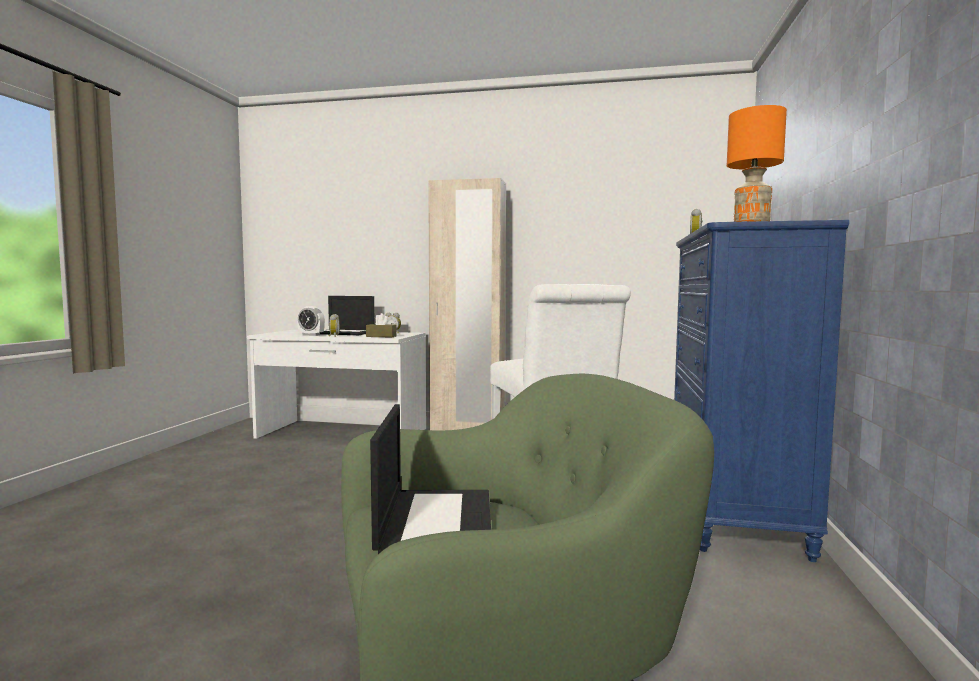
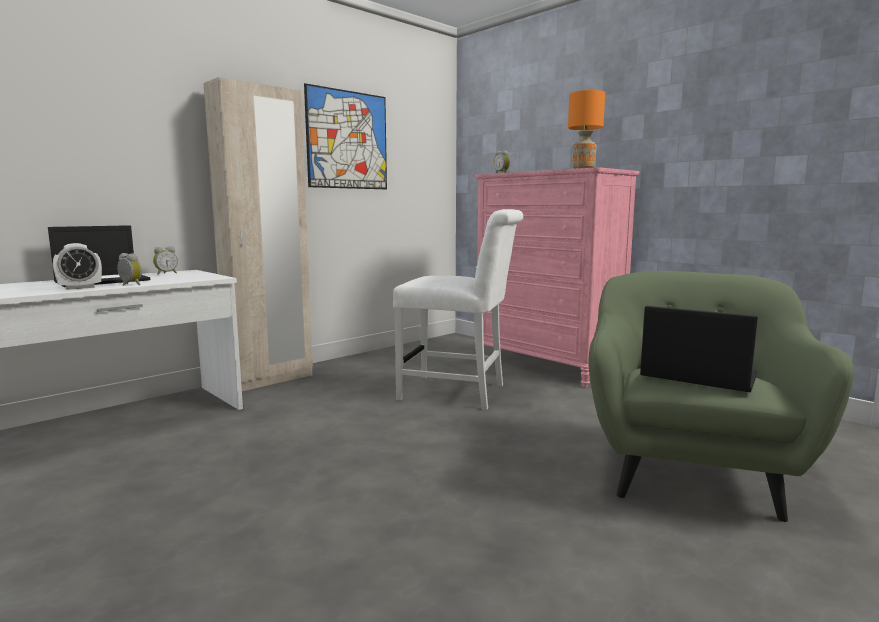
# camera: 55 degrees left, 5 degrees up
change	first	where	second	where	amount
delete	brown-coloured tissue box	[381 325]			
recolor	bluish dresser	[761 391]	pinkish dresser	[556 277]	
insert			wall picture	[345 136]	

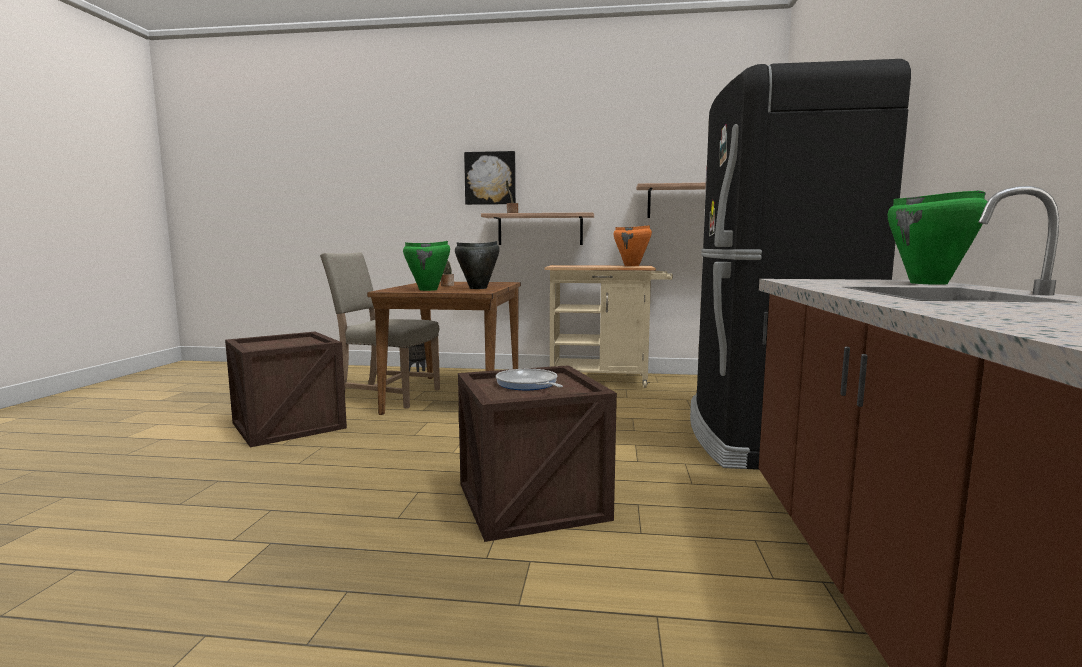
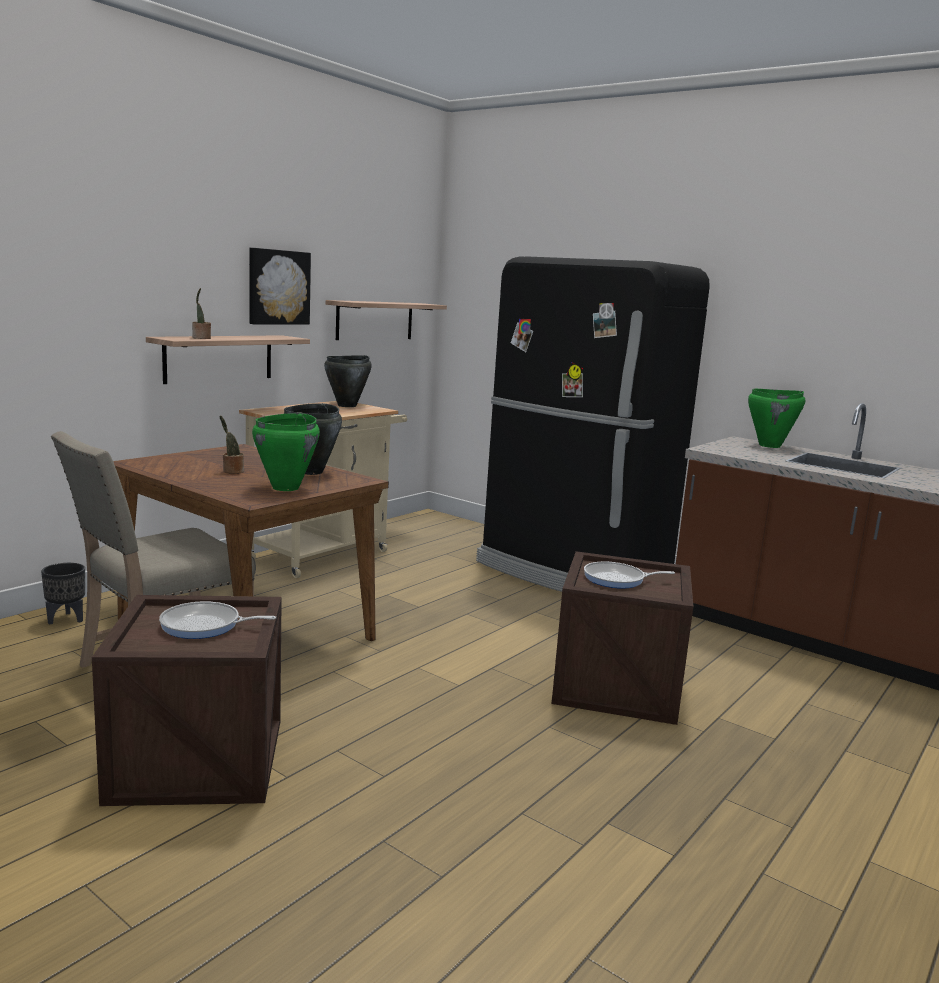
# camera: 60 degrees left, 5 degrees up
change	first	where	second	where	amount
move	wall picture	[490 178]		[280 286]	
recolor	orange saucepot	[633 245]	black-coloured saucepot	[348 381]	
insert			pan	[217 620]	

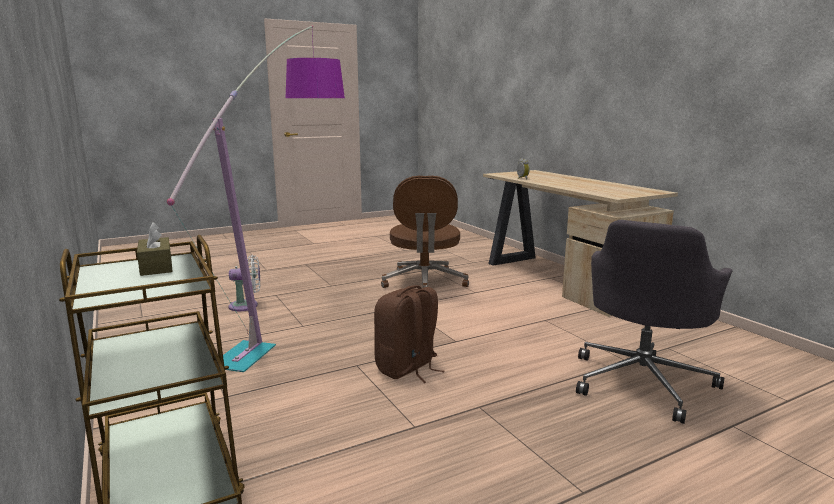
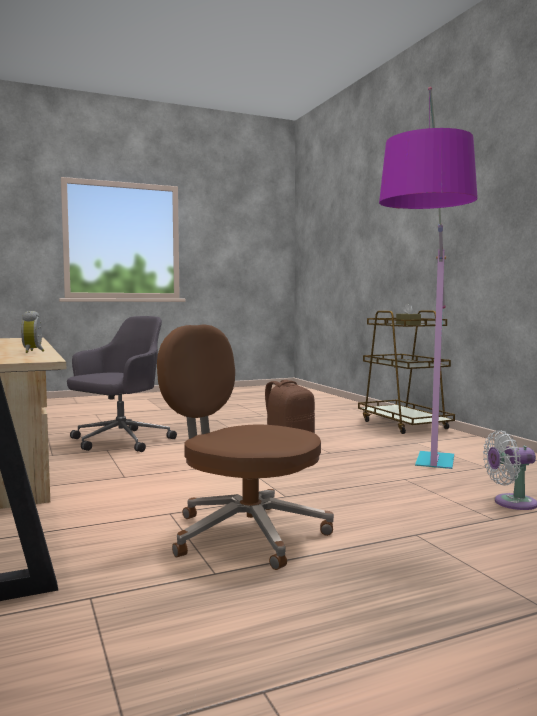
# camera: 175 degrees left, 10 degrees down
change	first	where	second	where	amount
rotate	brown-coloured desk chair	[425 232]		[245 447]	60 degrees counterclockwise

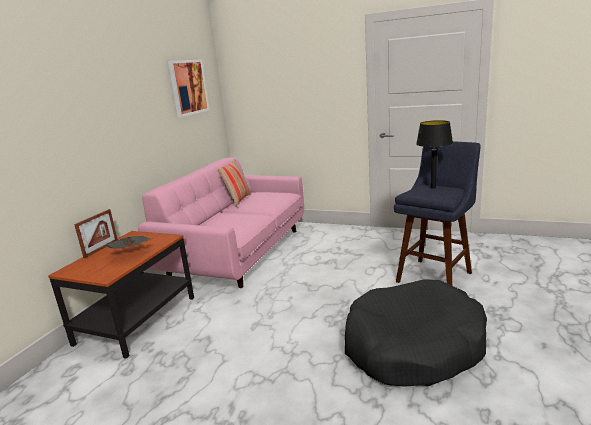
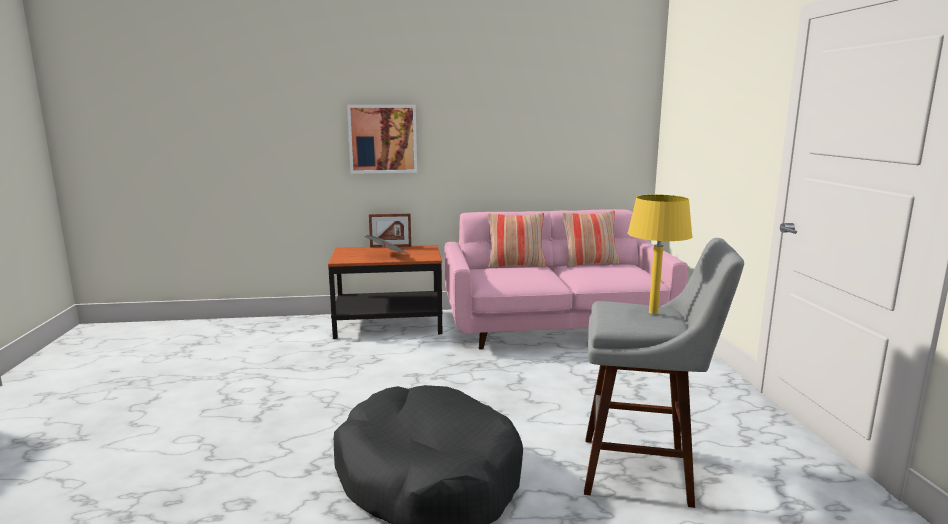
# camera: 60 degrees right, 5 degrees down
change	first	where	second	where	amount
move	wall picture	[188 88]		[382 139]	
recolor	bluish stool seat	[437 213]	greyish stool seat	[664 373]	
recolor	black-coloured lamp for a table	[434 154]	yellowish lamp for a table	[660 254]	
insert			pillow	[517 240]	

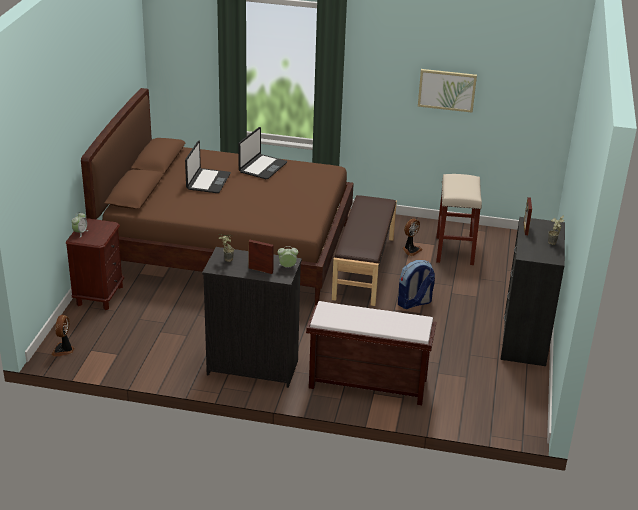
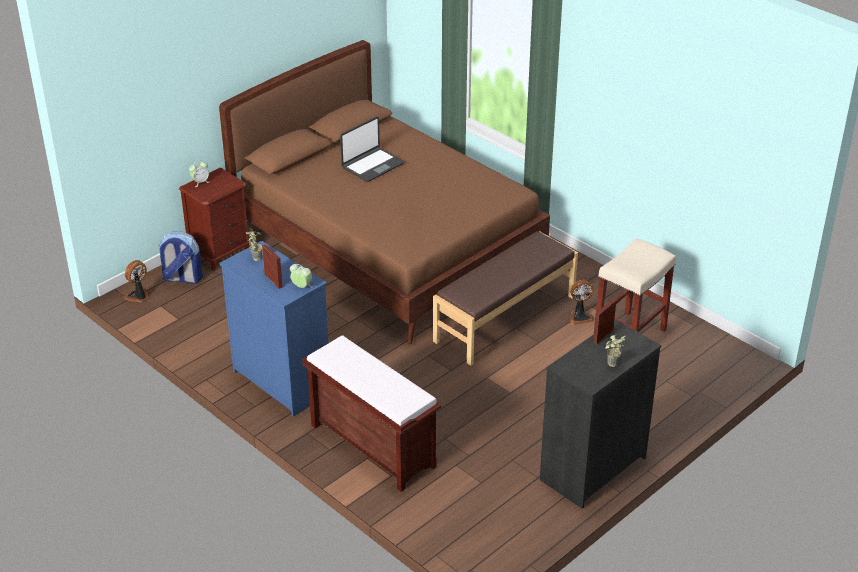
# camera: 35 degrees right, 5 degrees up
change	first	where	second	where	amount
recolor	black-coloured dresser	[252 317]	bluish dresser	[274 329]	
delete	portable computer	[262 153]			
move	rucksack	[416 284]		[180 257]	
delete	wall picture	[447 91]			

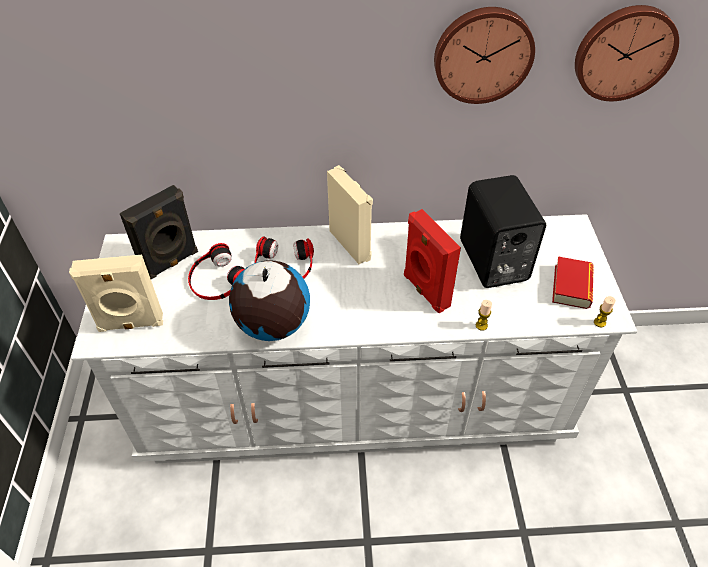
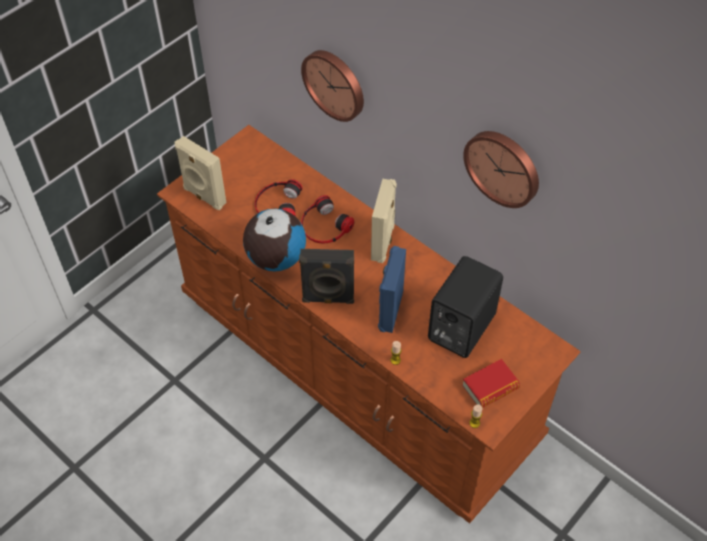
# camera: 45 degrees right, 5 degrees up
change	first	where	second	where	amount
recolor	whitish dresser	[354 338]	brown-coloured dresser	[368 324]	
move	black-coloured audio speaker	[158 232]		[326 276]	
recolor	red audio speaker	[432 261]	bluish audio speaker	[392 289]	
move	hanging clock	[627 53]		[332 86]	

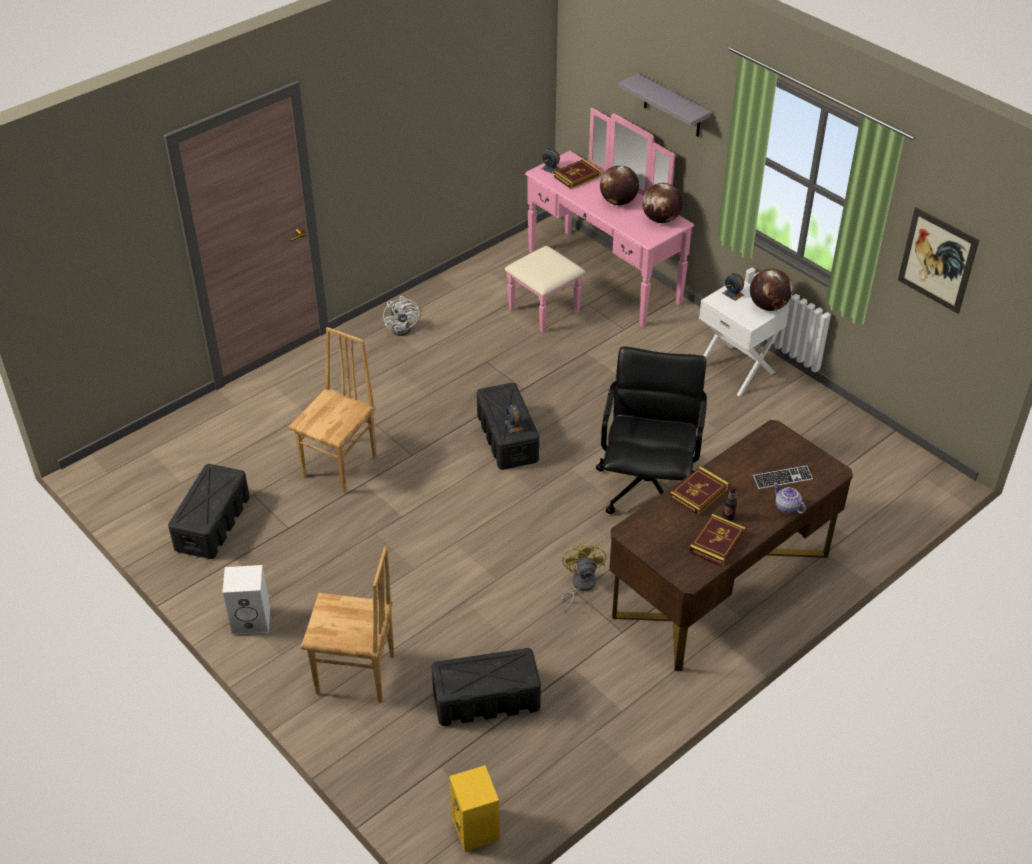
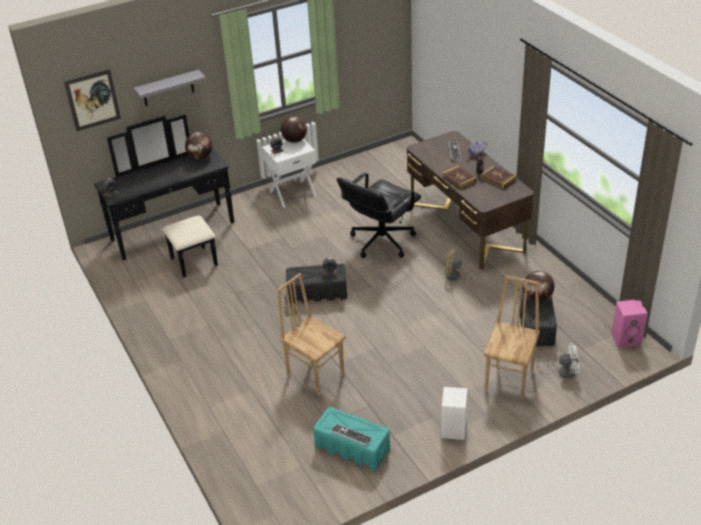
# camera: 75 degrees left, 5 degrees down
change	first	where	second	where	amount
recolor	black-coloured storage container	[209 511]	turquoise-coloured storage container	[351 438]	
move	whitish cooling fan	[401 316]		[559 361]	
recolor	yellowish audio speaker	[474 808]	pinkish audio speaker	[629 324]	
recolor	pinkish dresser	[599 220]	black-coloured dresser	[164 195]	
delete	book	[577 174]			
rotate	black-coloured desk chair	[651 430]		[379 215]	75 degrees counterclockwise
move	world globe	[619 185]		[538 286]	
move	wall picture	[938 260]		[92 100]	
insert			computer keyboard	[351 435]	

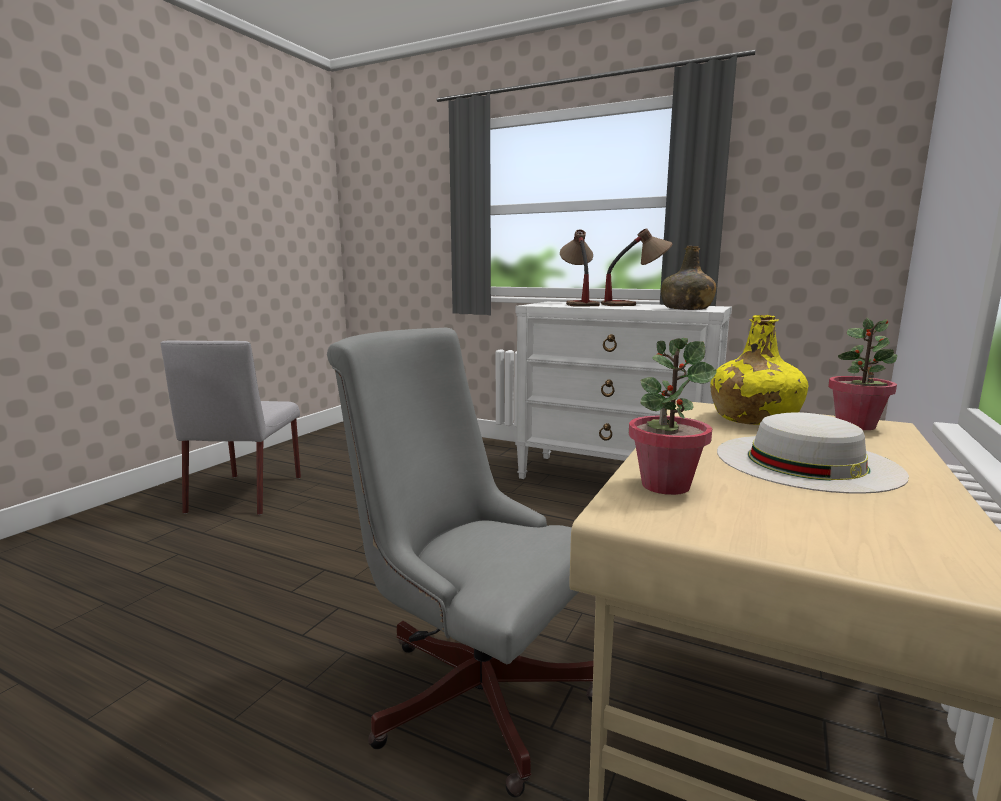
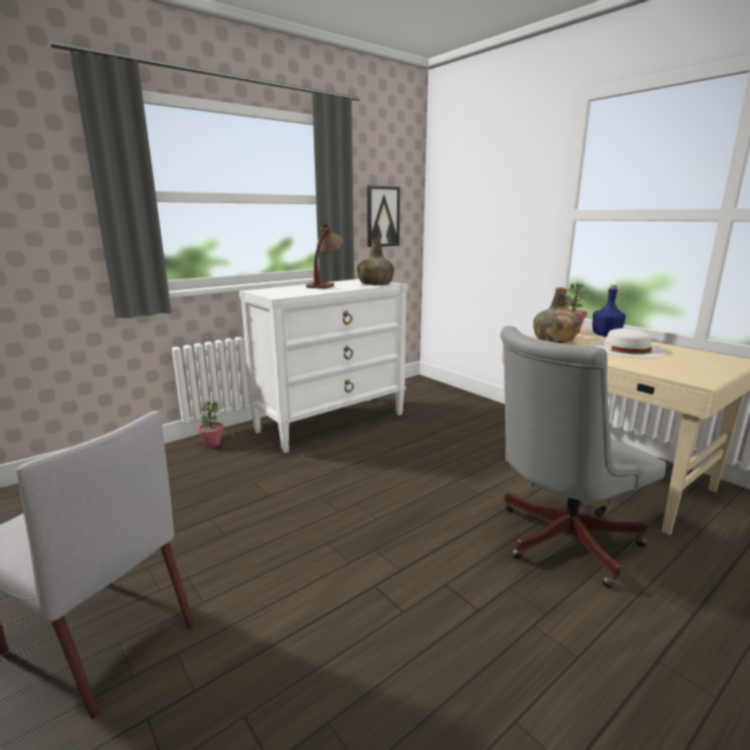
# camera: 65 degrees left, 5 degrees up
change	first	where	second	where	amount
delete	lamp for a table	[580 267]			
move	potted plant	[673 416]		[210 424]	
recolor	yellowish bottle	[759 370]	green bottle	[557 315]	
insert			wall picture	[383 216]	
insert			bluish bottle	[609 311]	

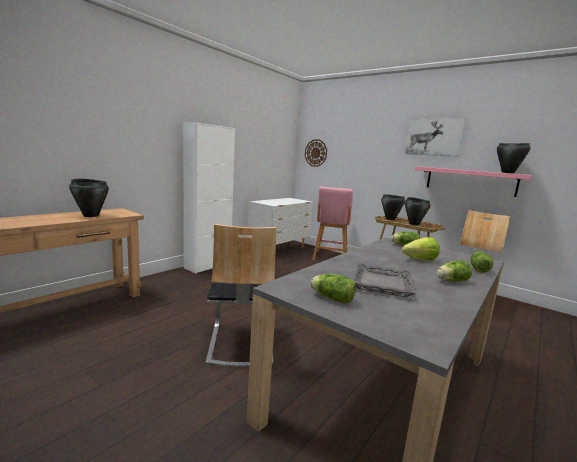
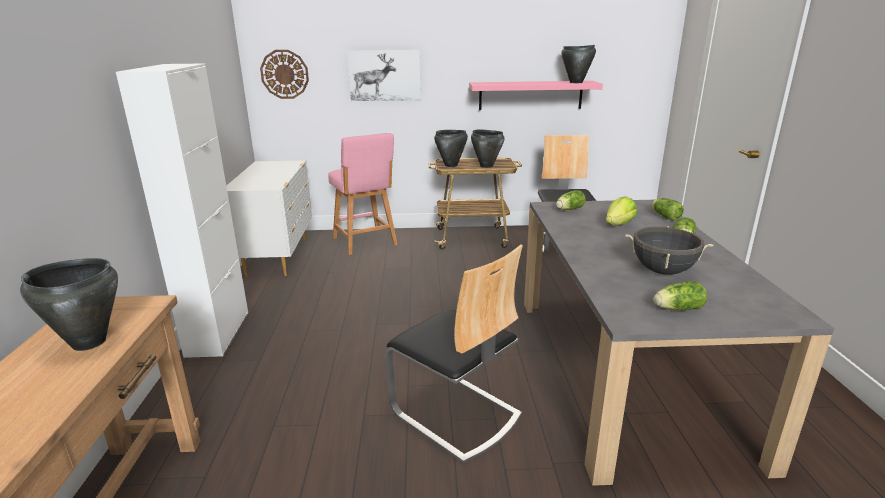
# camera: 40 degrees left, 10 degrees up
change	first	where	second	where	amount
replace	greyish carrying tray	[384 280]	black-coloured saucepot	[669 250]	
move	wall picture	[435 138]		[384 75]	

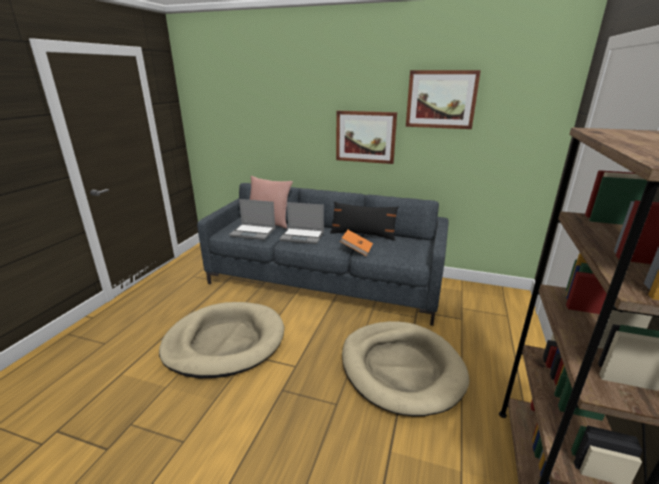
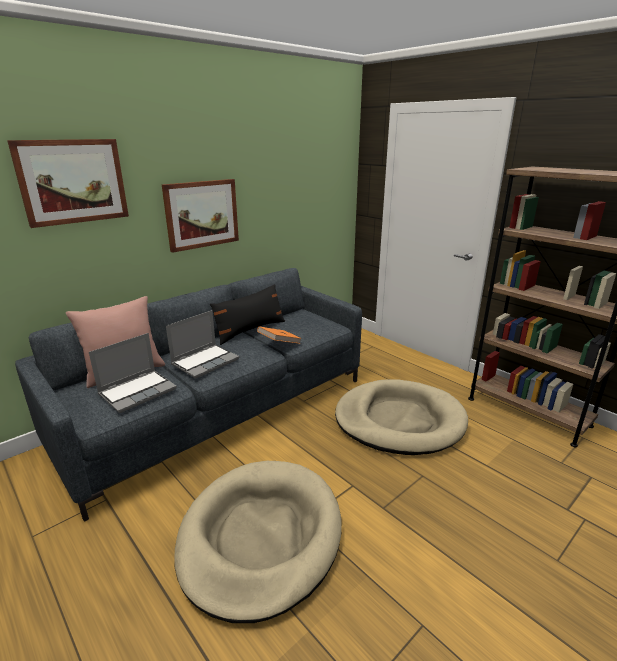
# camera: 60 degrees left, 0 degrees up
change	first	where	second	where	amount
move	wall picture	[443 99]		[68 183]	

